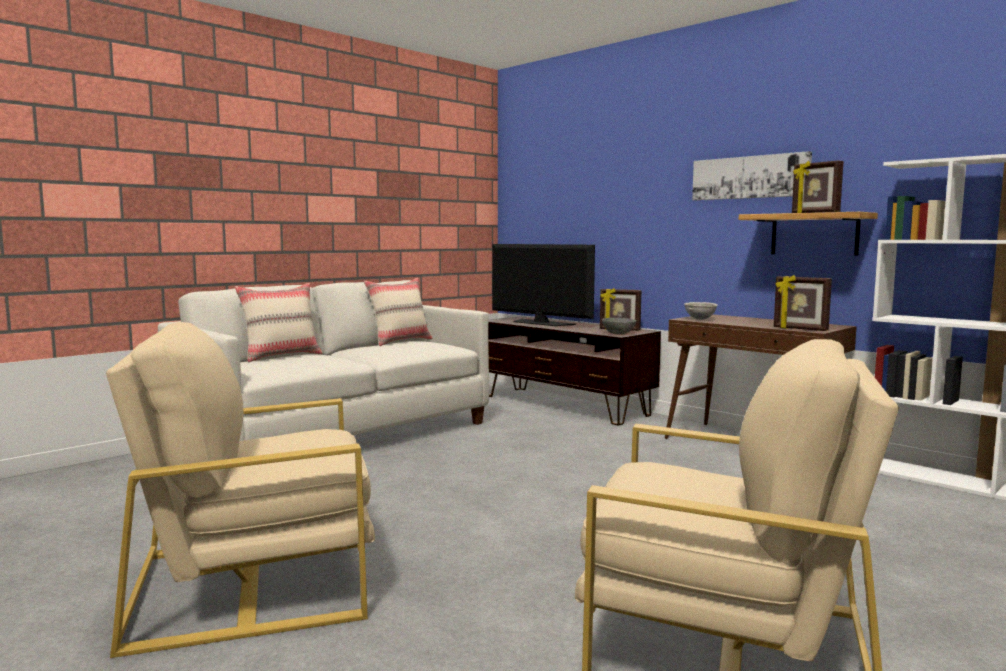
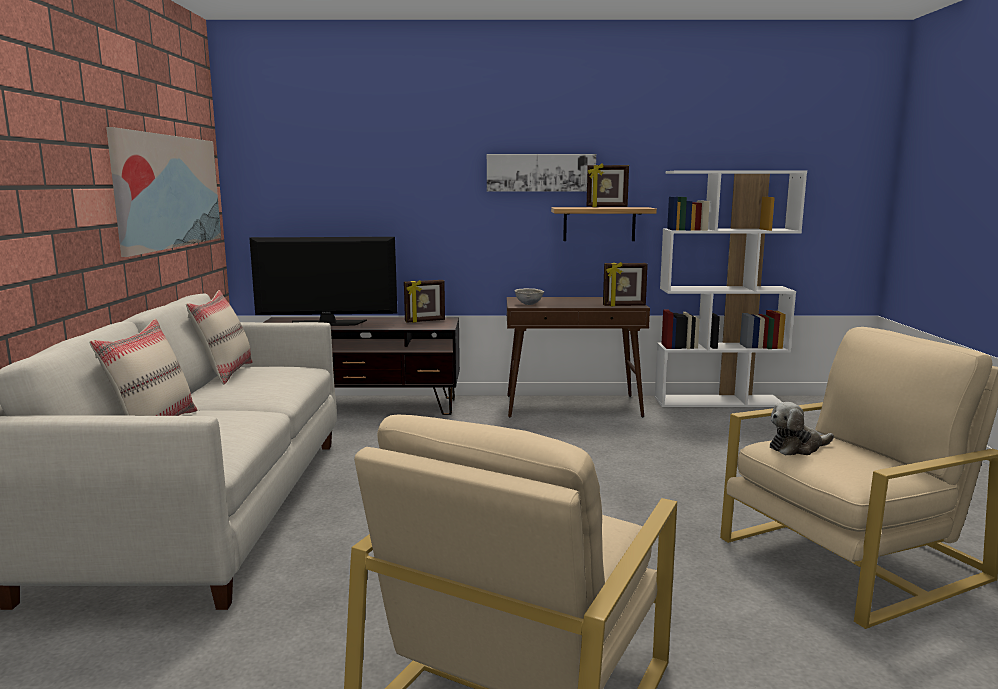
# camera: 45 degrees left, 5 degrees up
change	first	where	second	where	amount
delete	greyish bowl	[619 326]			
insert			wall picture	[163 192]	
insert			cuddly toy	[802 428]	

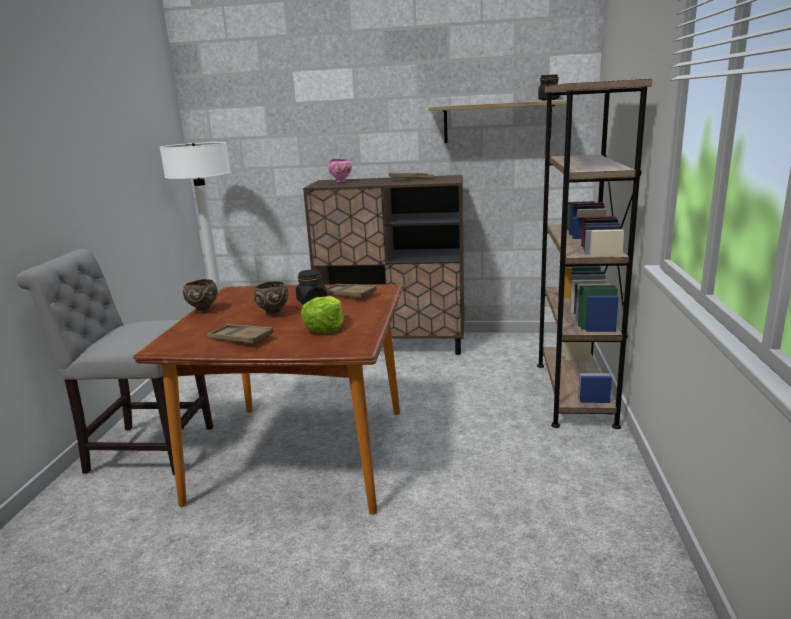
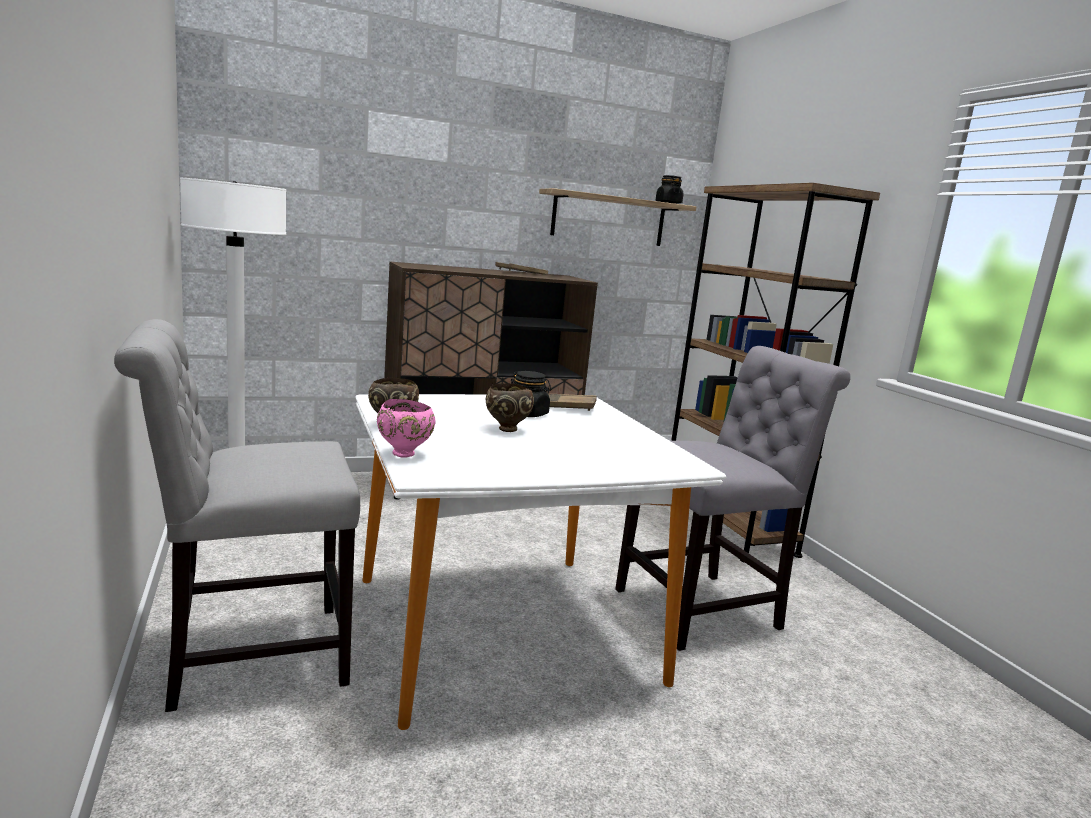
# camera: 30 degrees left, 5 degrees down
change	first	where	second	where	amount
recolor	brown-coloured kitchen table	[267 399]	whitish kitchen table	[540 562]	
delete	brown-coloured carrying tray	[240 334]			
delete	head of lettuce	[322 314]			
move	pinkish bowl	[340 171]		[406 428]	
insert			greyish chair	[733 498]	

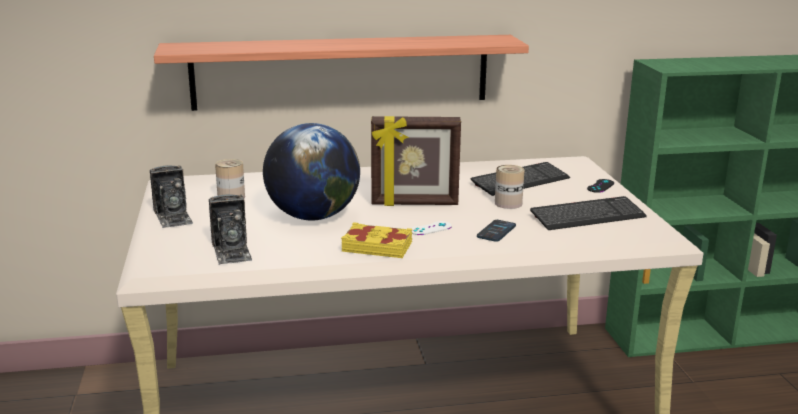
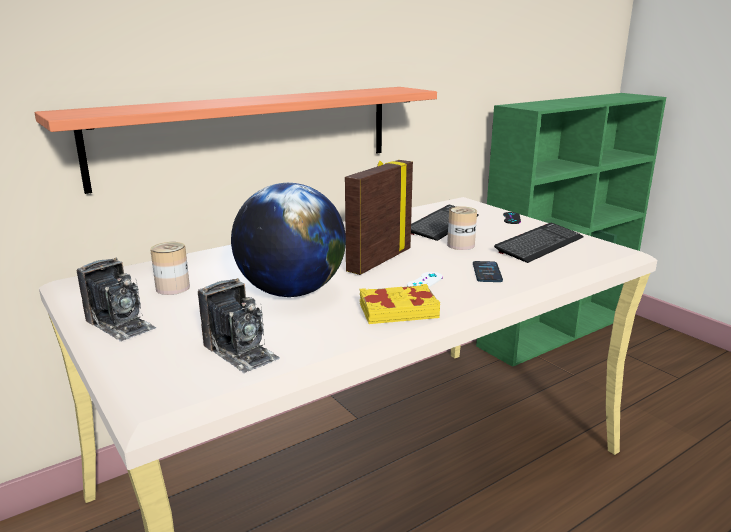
# camera: 25 degrees left, 0 degrees up
change	first	where	second	where	amount
rotate	photo frame	[416 161]		[379 217]	150 degrees clockwise

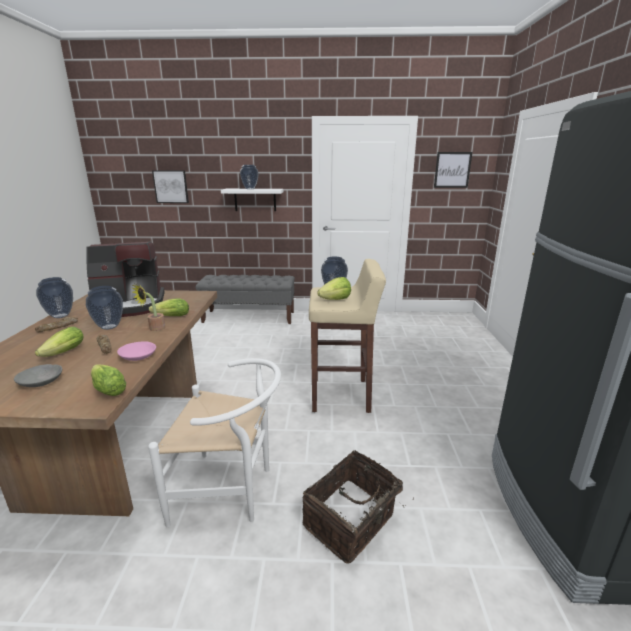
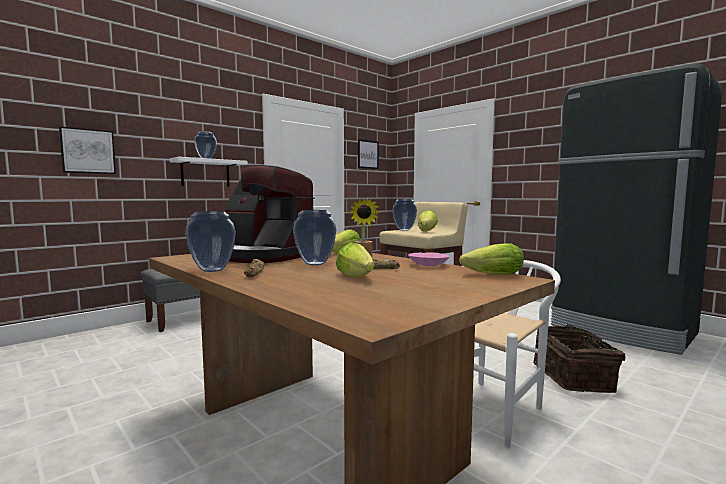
# camera: 45 degrees left, 15 degrees down
change	first	where	second	where	amount
delete	greyish bowl	[38 375]			
rotate	coffee brewer	[125 279]		[269 214]	90 degrees clockwise

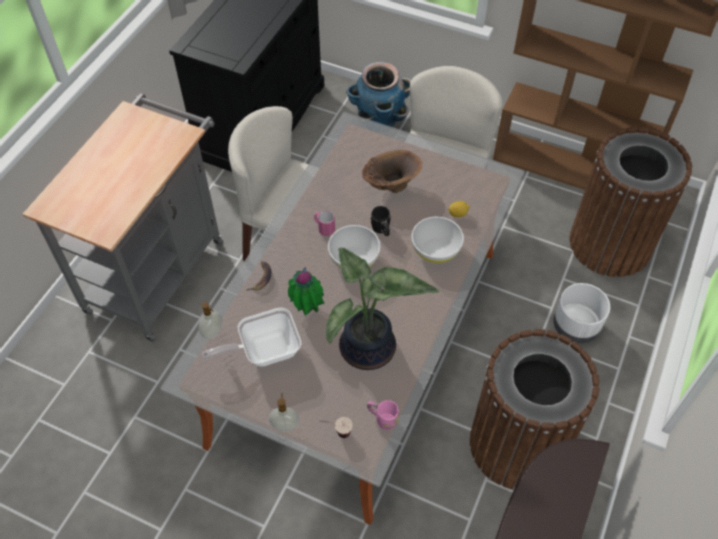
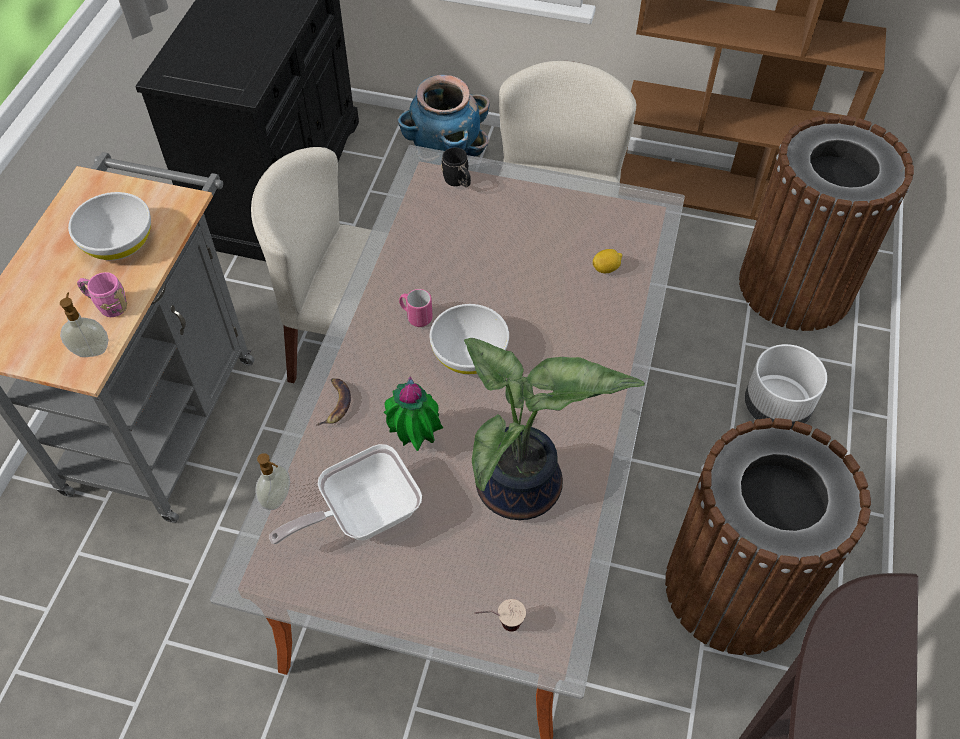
# camera: 10 degrees left, 0 degrees up
change	first	where	second	where	amount
move	liquid soap bottle	[284 412]		[84 324]	
delete	brown-coloured flower vase	[392 171]			
move	pinkish coffee mug	[383 415]		[102 294]	
move	black-coloured coffee mug	[380 221]		[456 167]	
move	whitish bowl	[437 240]		[109 226]	

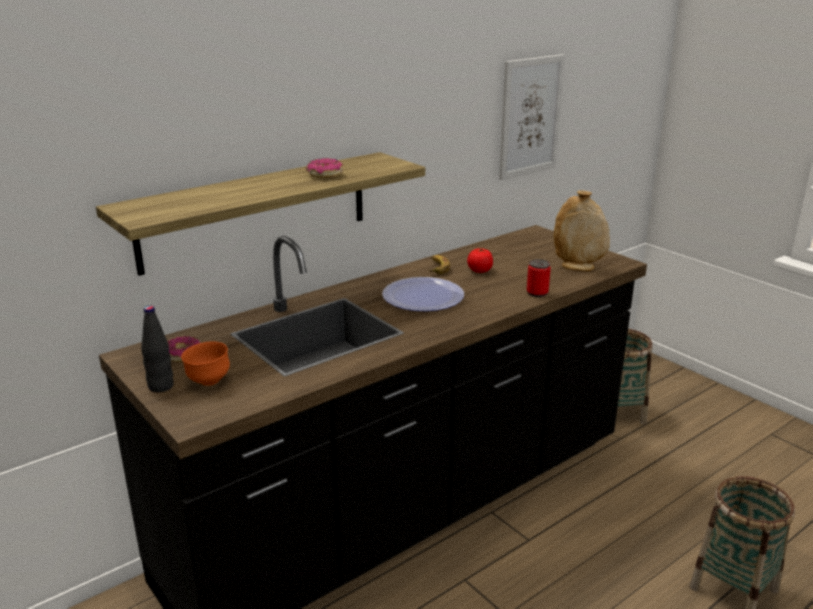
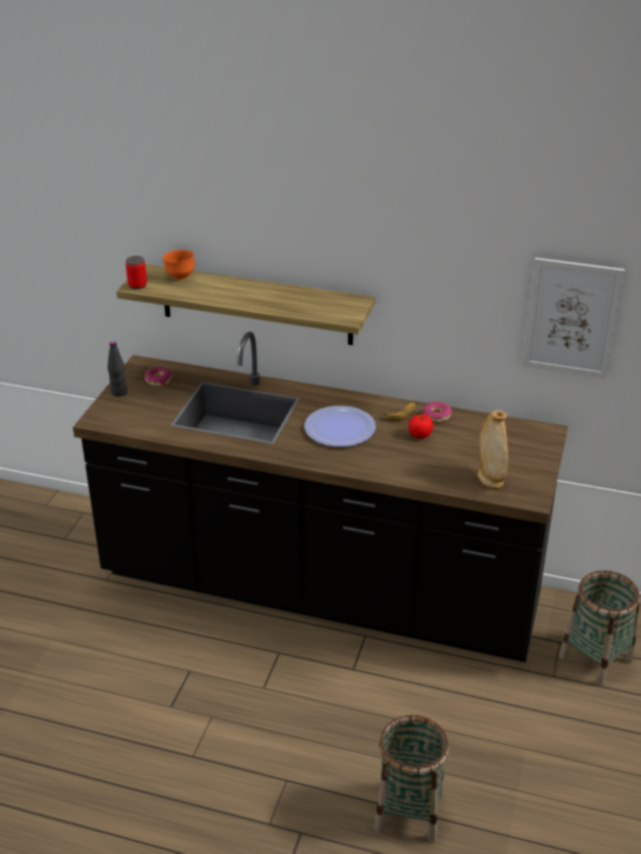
# camera: 55 degrees right, 10 degrees up
change	first	where	second	where	amount
move	orange bowl	[205 363]		[179 265]	
move	donut	[324 168]		[437 411]	
move	can	[539 278]		[136 272]	

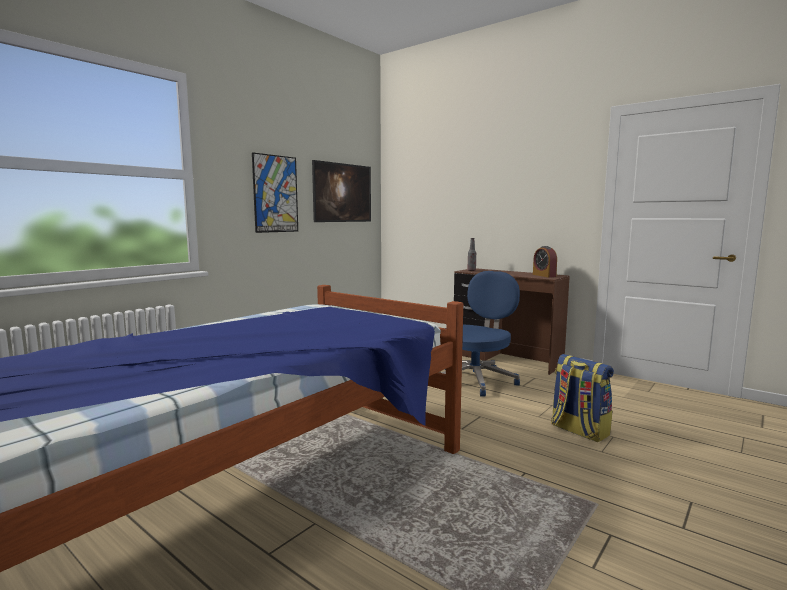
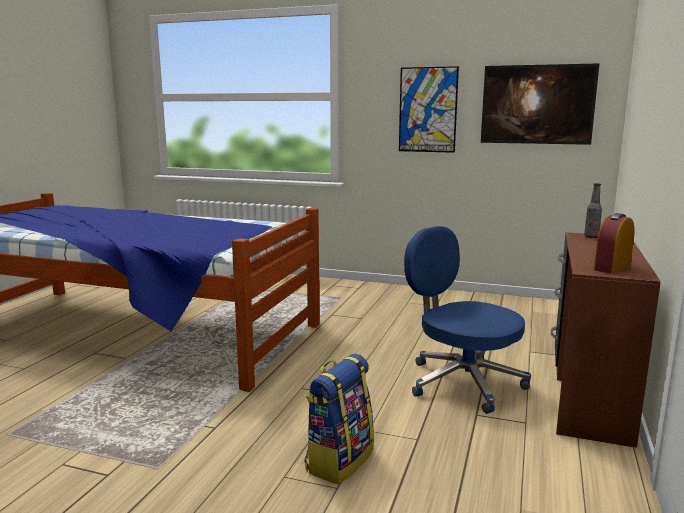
# camera: 70 degrees right, 5 degrees up
change	first	where	second	where	amount
rotate	bluish desk chair	[480 334]		[467 320]	150 degrees counterclockwise

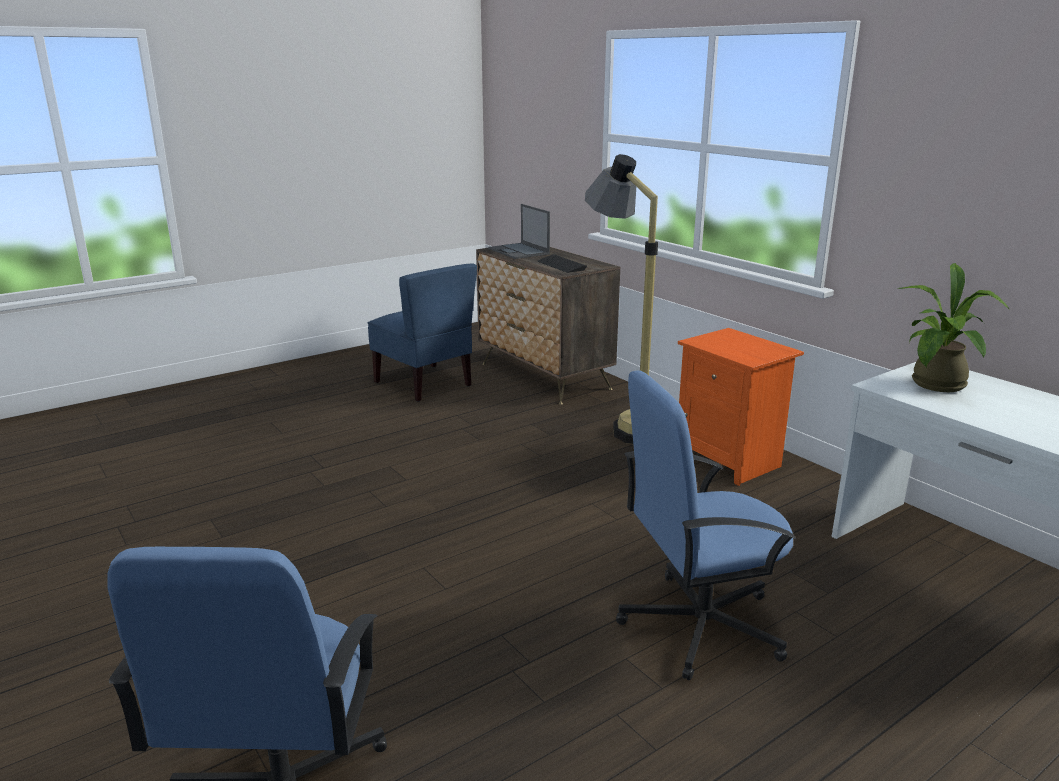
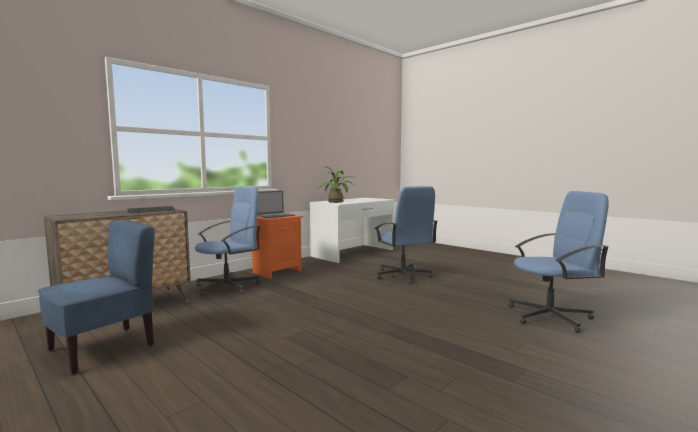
# camera: 100 degrees left, 15 degrees down
change	first	where	second	where	amount
move	portable computer	[519 231]		[276 204]	
replace	floor lamp	[621 299]	bluish desk chair	[228 241]	

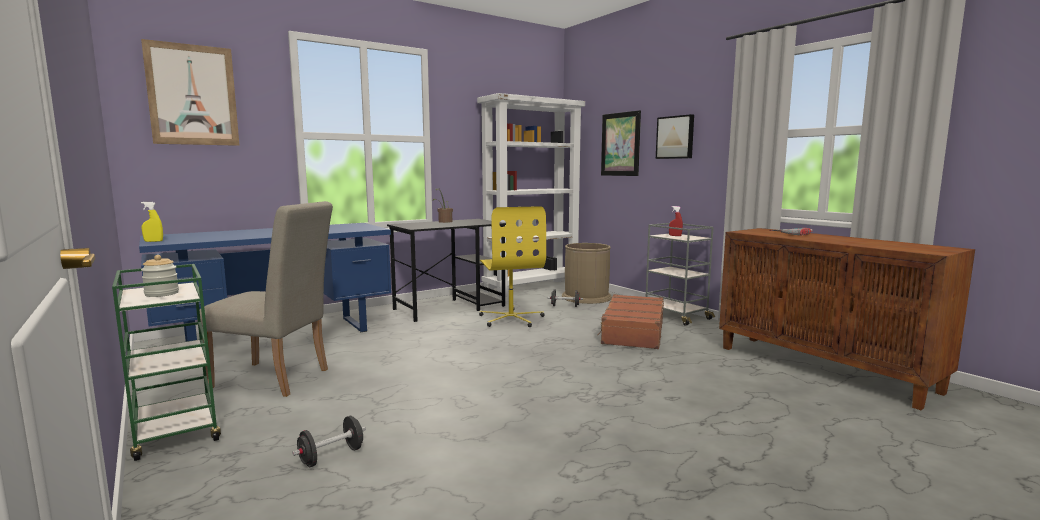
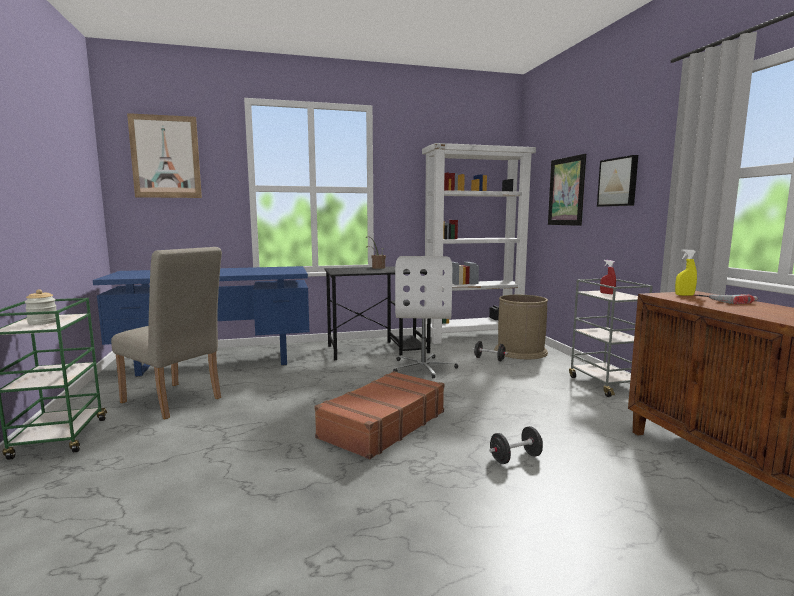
# camera: 20 degrees right, 0 degrees up
change	first	where	second	where	amount
move	yellowish spray bottle	[152 222]		[686 272]	
move	black-coloured dumbbell	[329 441]		[516 445]	
recolor	yellowish desk chair	[512 266]	whitish desk chair	[425 317]	
move	brown-coloured travel case	[630 321]		[379 415]	

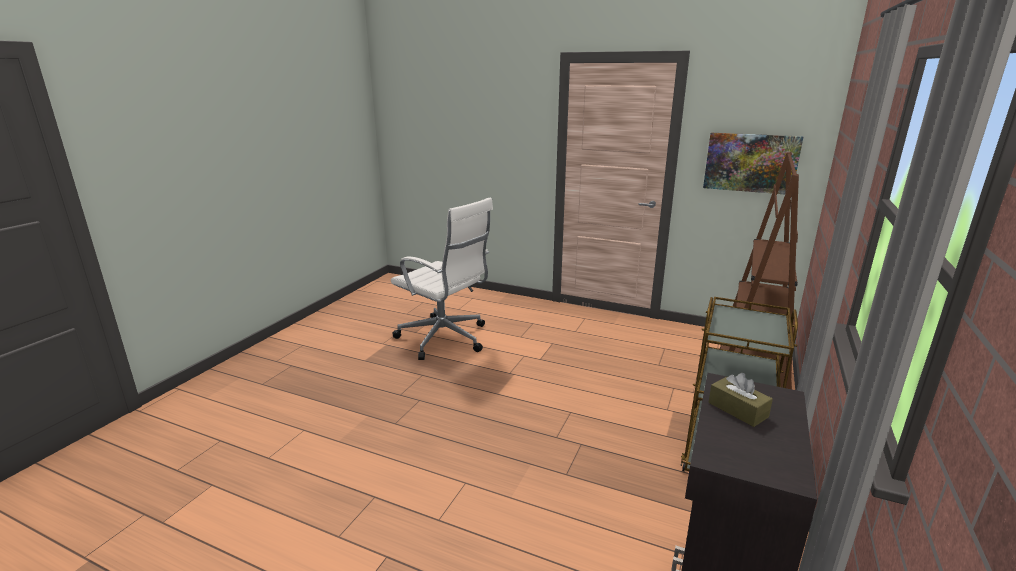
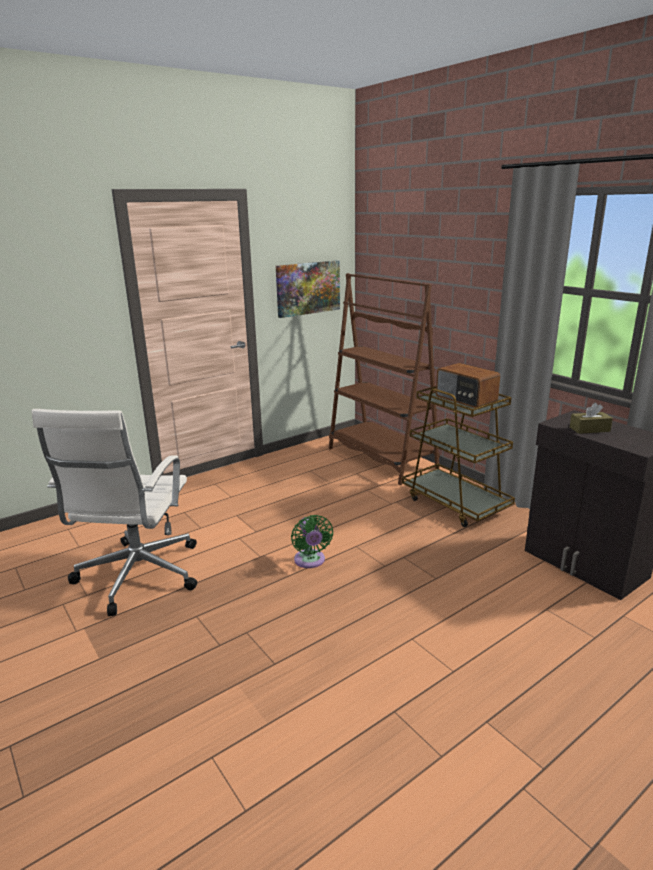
# camera: 60 degrees left, 0 degrees up
change	first	where	second	where	amount
rotate	whitish desk chair	[442 278]		[114 512]	120 degrees clockwise
insert			green cooling fan	[312 541]	
insert			radio set	[468 385]	

